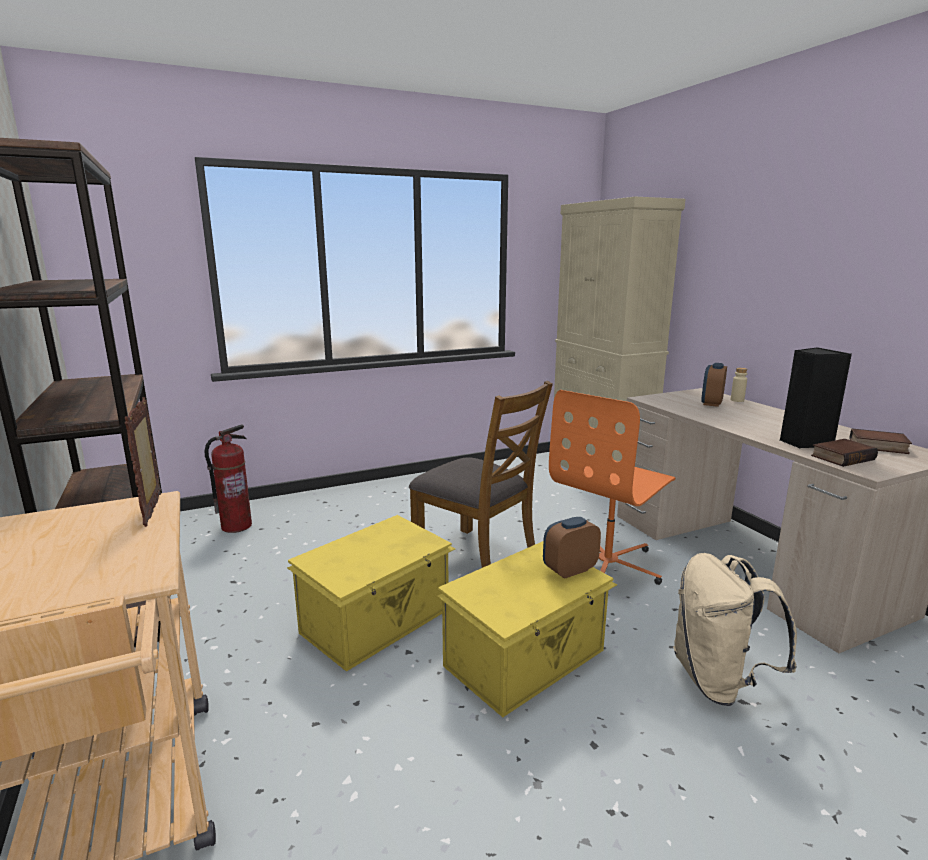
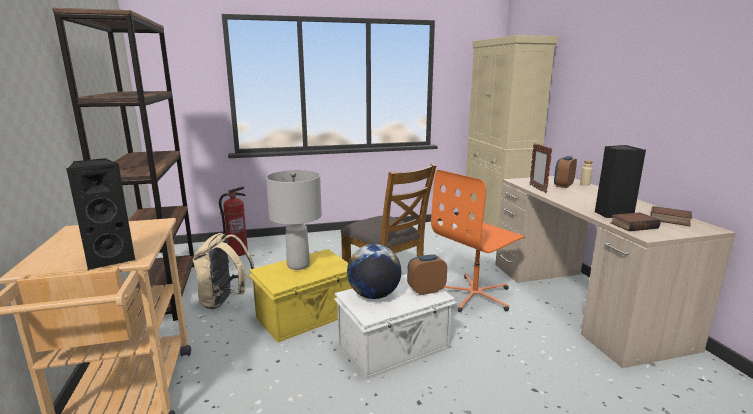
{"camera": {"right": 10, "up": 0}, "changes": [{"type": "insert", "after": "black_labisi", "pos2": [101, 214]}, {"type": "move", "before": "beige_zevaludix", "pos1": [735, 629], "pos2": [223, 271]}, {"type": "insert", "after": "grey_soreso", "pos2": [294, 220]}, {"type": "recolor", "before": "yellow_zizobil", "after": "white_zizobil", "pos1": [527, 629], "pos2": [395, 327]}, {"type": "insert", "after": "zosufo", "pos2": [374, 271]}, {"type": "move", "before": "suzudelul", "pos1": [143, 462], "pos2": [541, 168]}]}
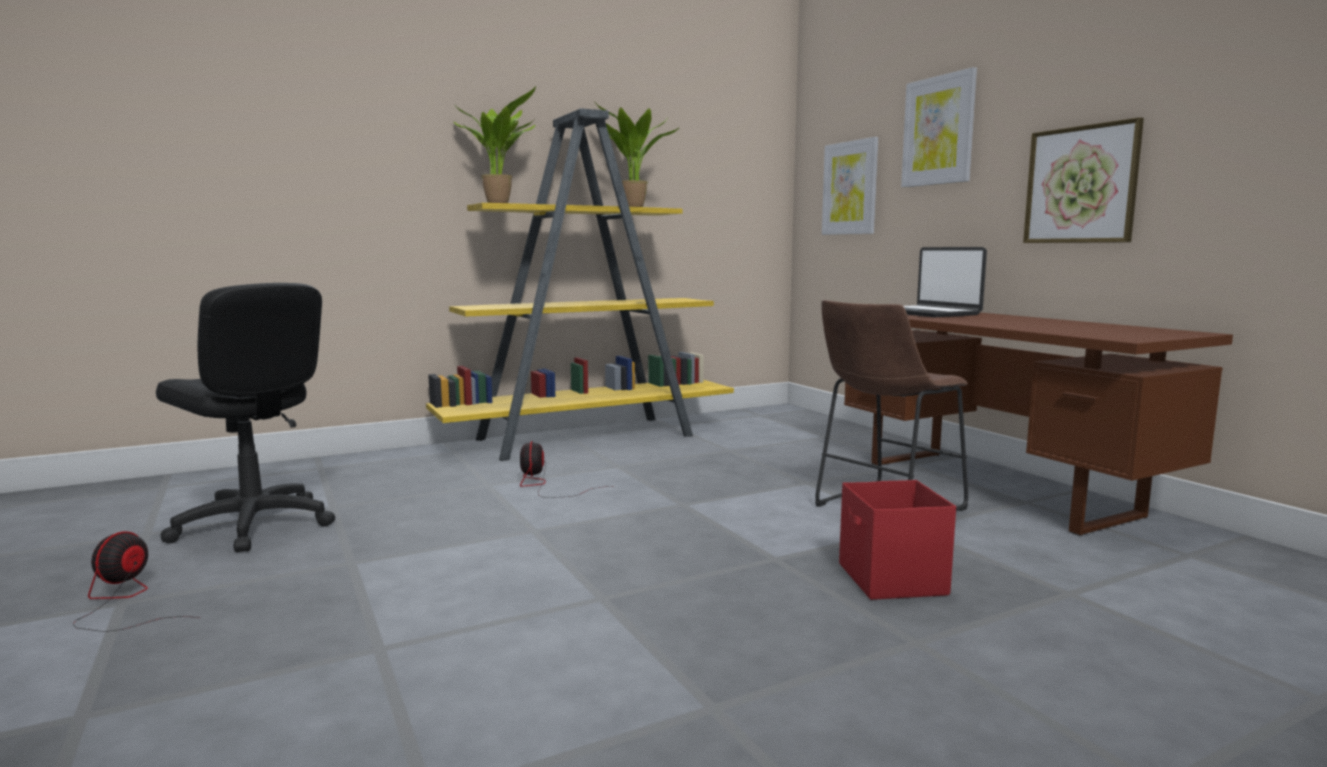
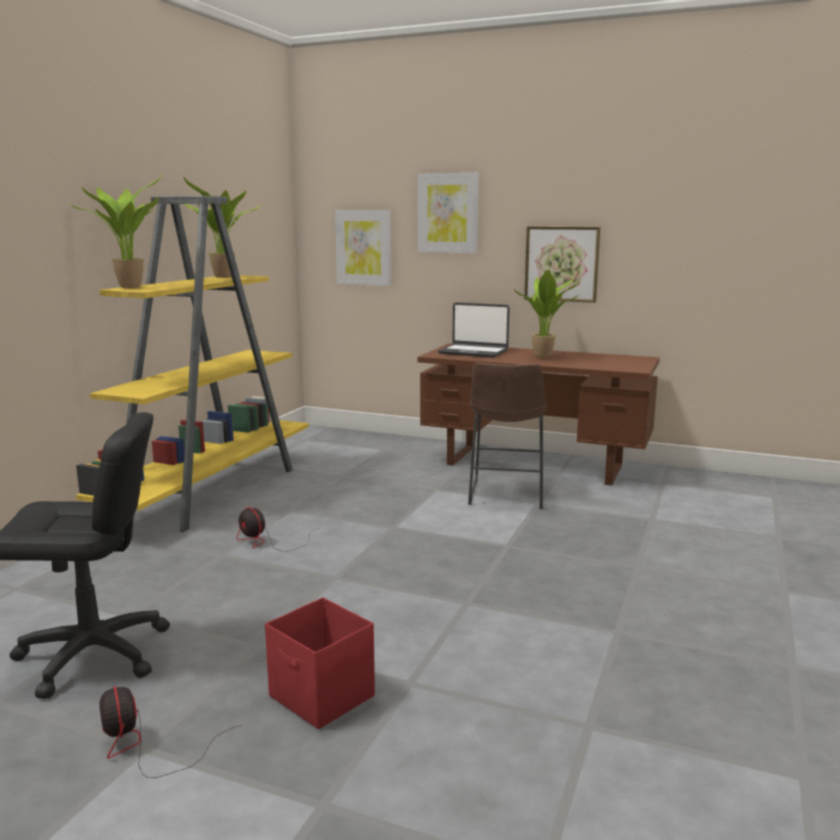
{"camera": {"right": -40, "up": 5}, "changes": [{"type": "move", "before": "red_zizobil", "pos1": [897, 540], "pos2": [320, 663]}, {"type": "insert", "after": "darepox", "pos2": [547, 314]}]}
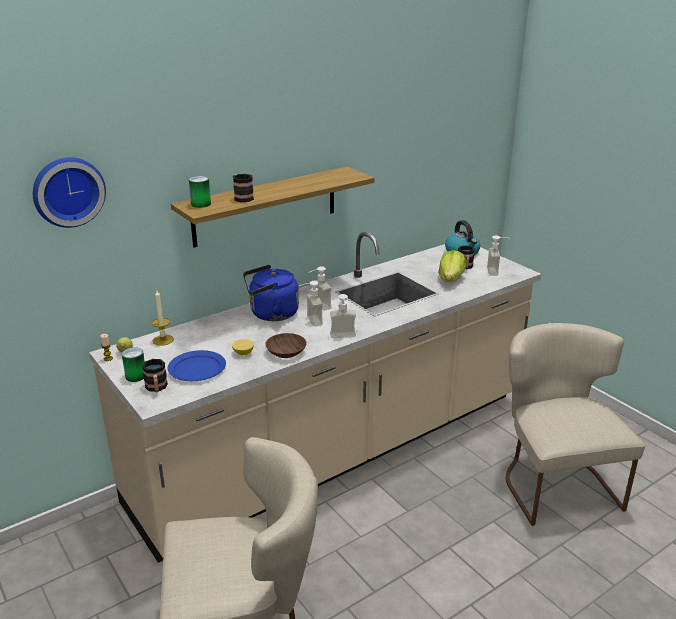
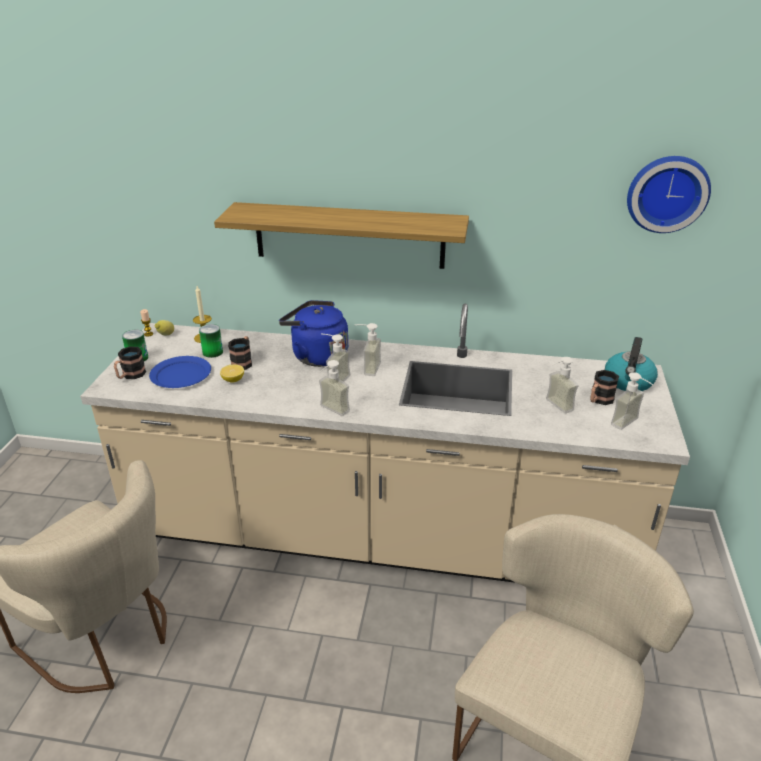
{"camera": {"right": 45, "up": 5}, "changes": [{"type": "move", "before": "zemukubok", "pos1": [200, 192], "pos2": [211, 341]}, {"type": "move", "before": "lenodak", "pos1": [243, 188], "pos2": [240, 353]}, {"type": "replace", "before": "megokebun", "after": "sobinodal", "pos1": [452, 266], "pos2": [562, 385]}, {"type": "move", "before": "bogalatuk", "pos1": [69, 192], "pos2": [669, 194]}, {"type": "delete", "before": "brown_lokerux", "pos1": [285, 345]}]}
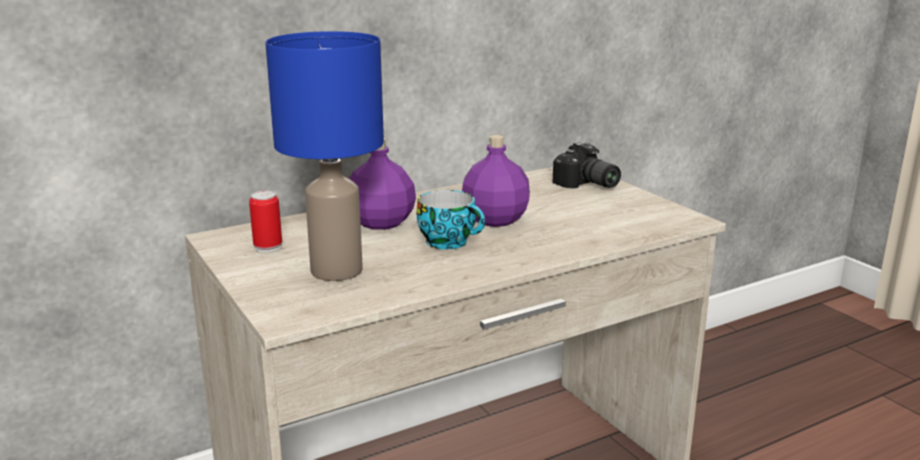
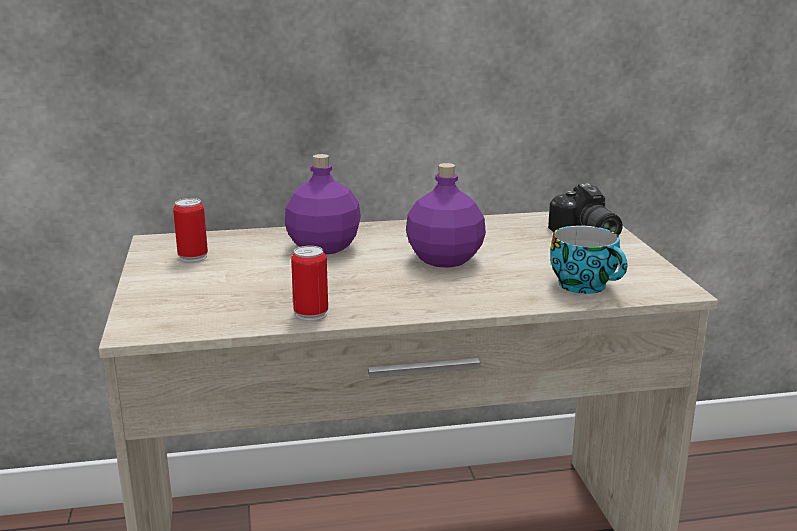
{"camera": {"right": 20, "up": 0}, "changes": [{"type": "insert", "after": "zemukubok", "pos2": [309, 283]}, {"type": "move", "before": "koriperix", "pos1": [450, 219], "pos2": [588, 260]}, {"type": "delete", "before": "blue_soreso", "pos1": [324, 156]}]}
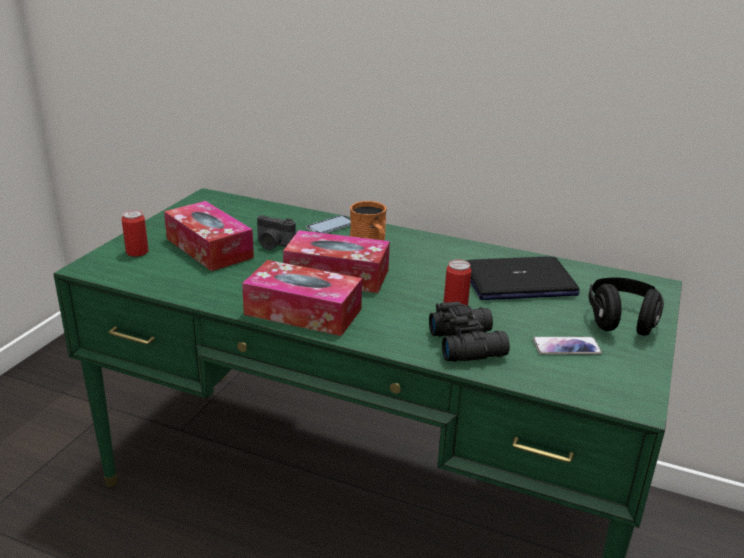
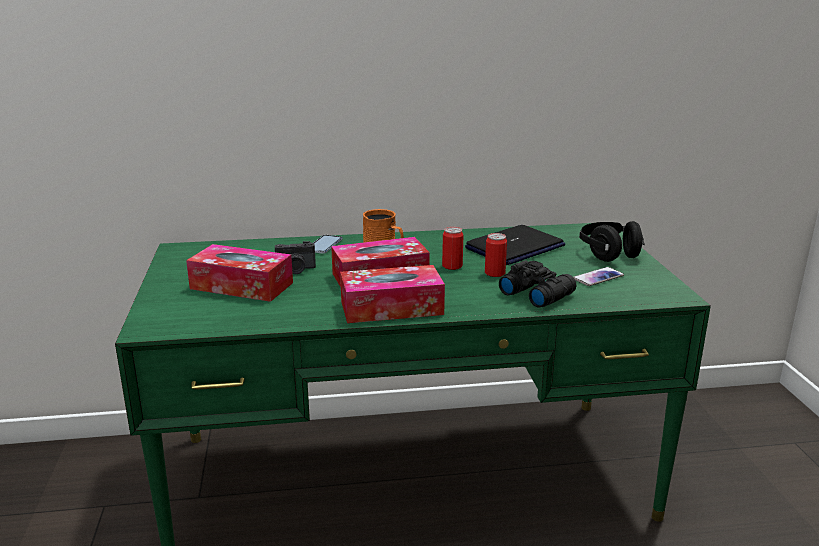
{"camera": {"right": -30, "up": -5}, "changes": [{"type": "move", "before": "zemukubok", "pos1": [135, 233], "pos2": [453, 248]}]}
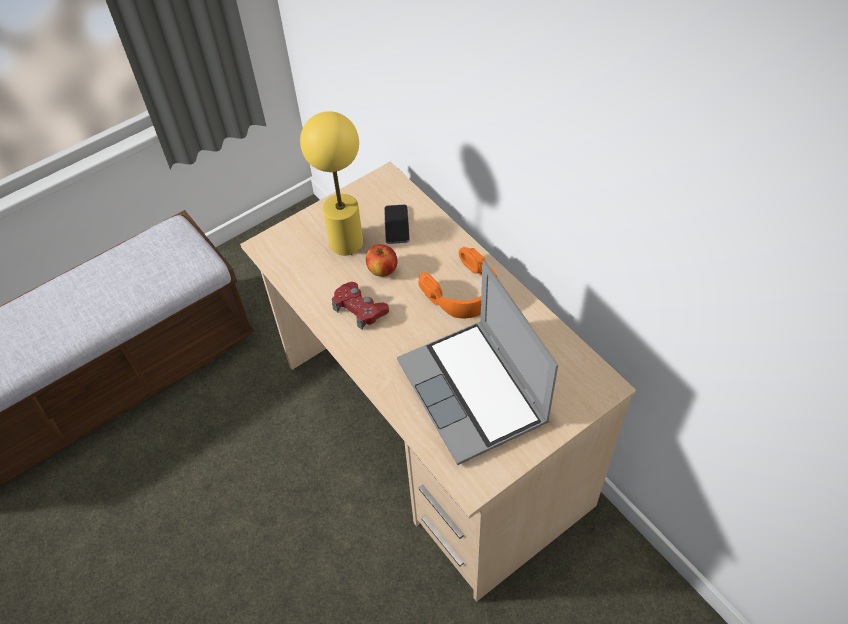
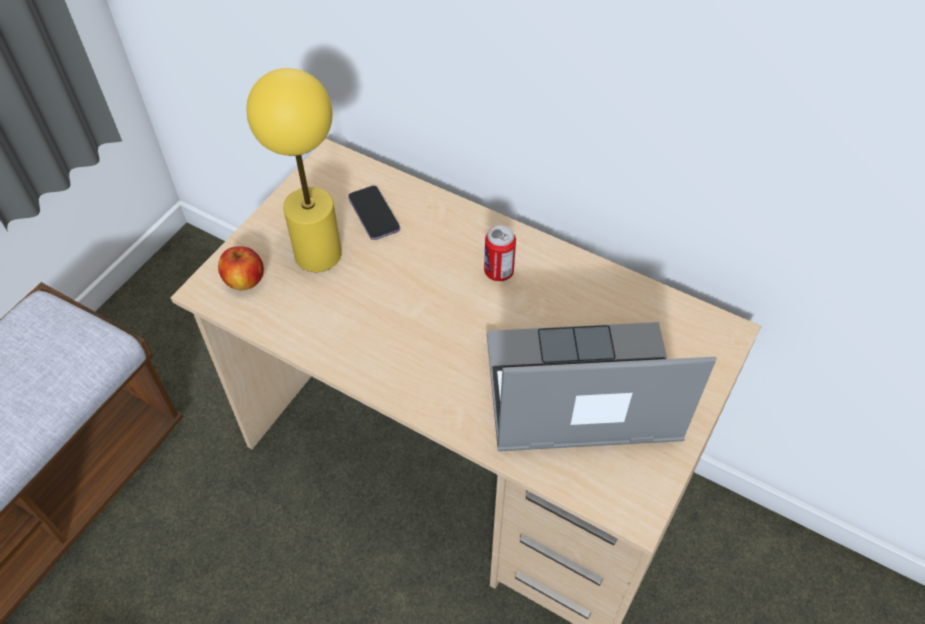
{"camera": {"right": -25, "up": 0}, "changes": [{"type": "move", "before": "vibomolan", "pos1": [382, 260], "pos2": [241, 268]}, {"type": "replace", "before": "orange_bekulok", "after": "zemukubok", "pos1": [457, 282], "pos2": [500, 253]}, {"type": "rotate", "before": "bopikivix", "pos1": [477, 363], "pos2": [602, 386], "turn": 135}, {"type": "delete", "before": "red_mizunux", "pos1": [360, 306]}]}
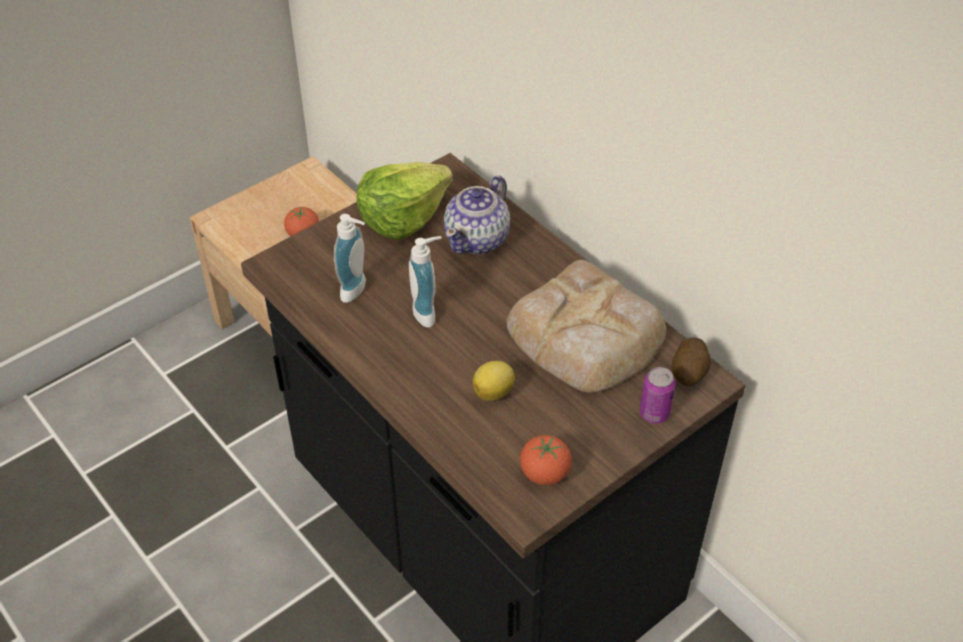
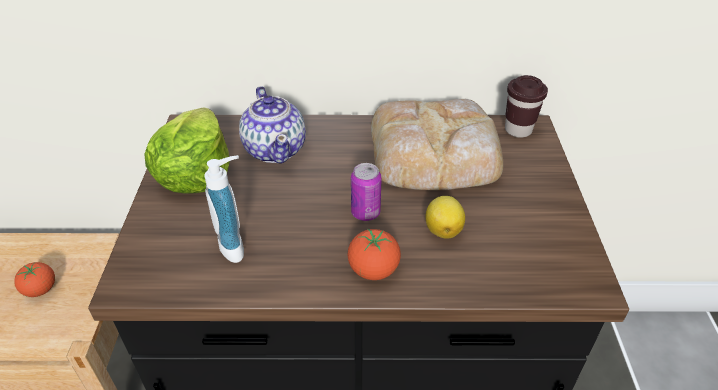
{"camera": {"right": -50, "up": -5}, "changes": [{"type": "move", "before": "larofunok", "pos1": [546, 460], "pos2": [374, 254]}, {"type": "move", "before": "zemukubok", "pos1": [658, 395], "pos2": [366, 192]}, {"type": "replace", "before": "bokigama", "after": "brown_koriperix", "pos1": [691, 362], "pos2": [526, 106]}, {"type": "delete", "before": "sobinodal", "pos1": [425, 281]}]}
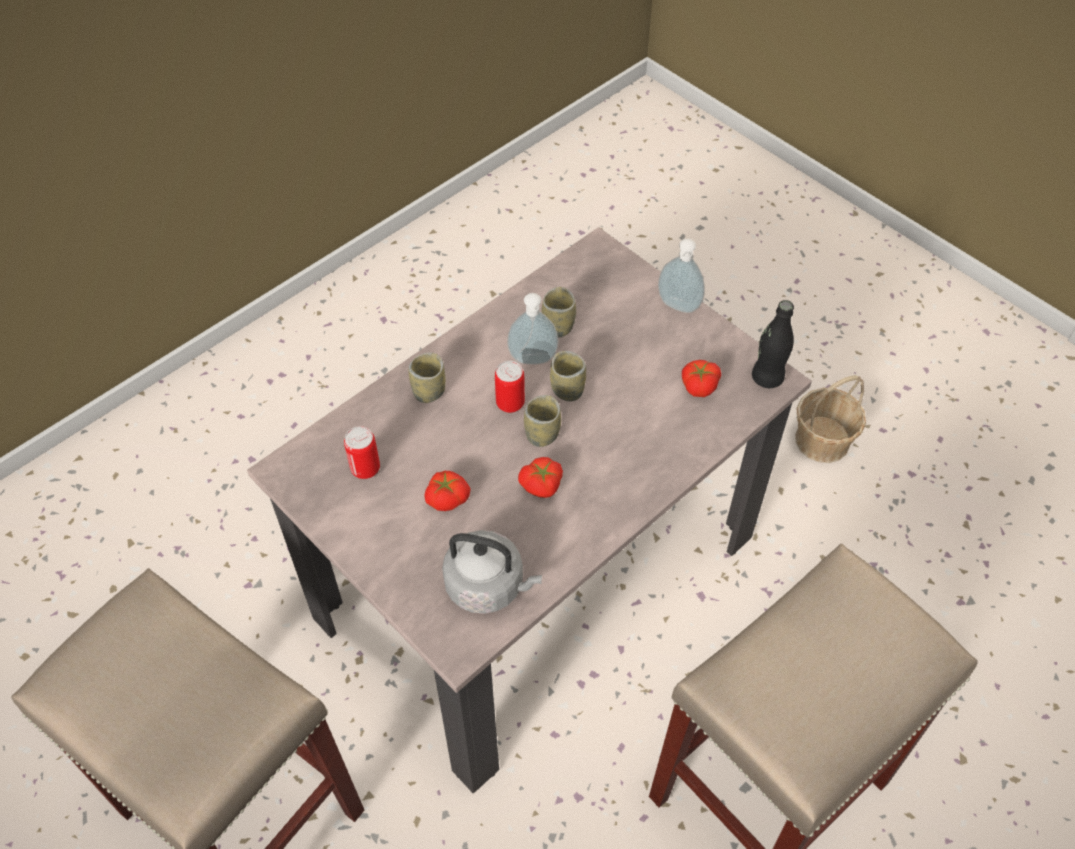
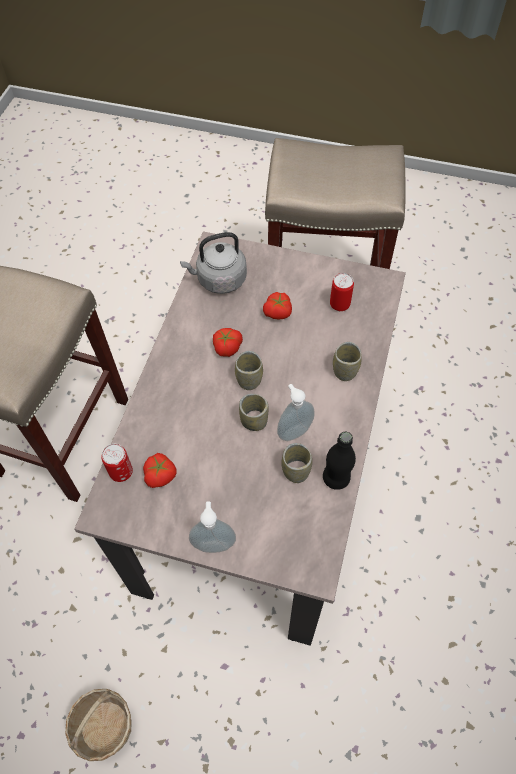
{"camera": {"right": 150, "up": 5}, "changes": [{"type": "move", "before": "zemukubok", "pos1": [510, 387], "pos2": [117, 463]}, {"type": "move", "before": "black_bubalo", "pos1": [773, 344], "pos2": [339, 461]}]}
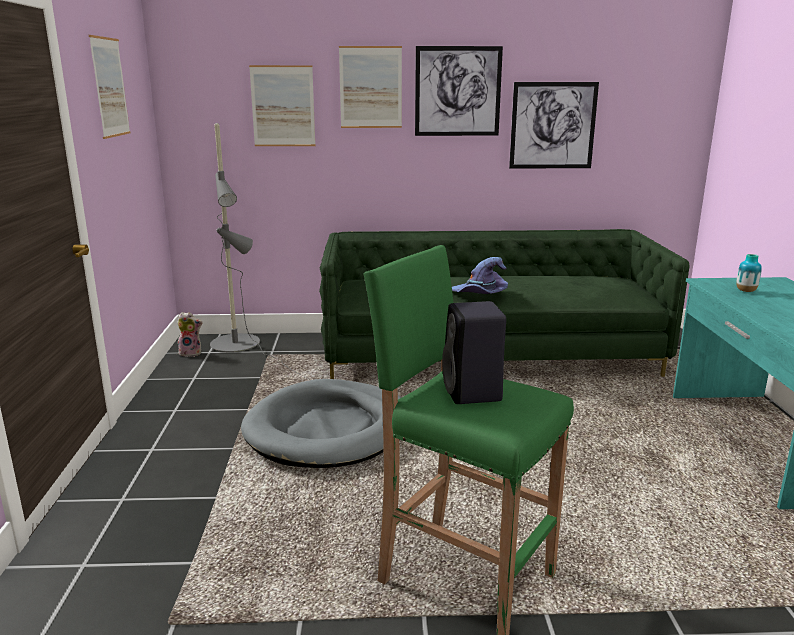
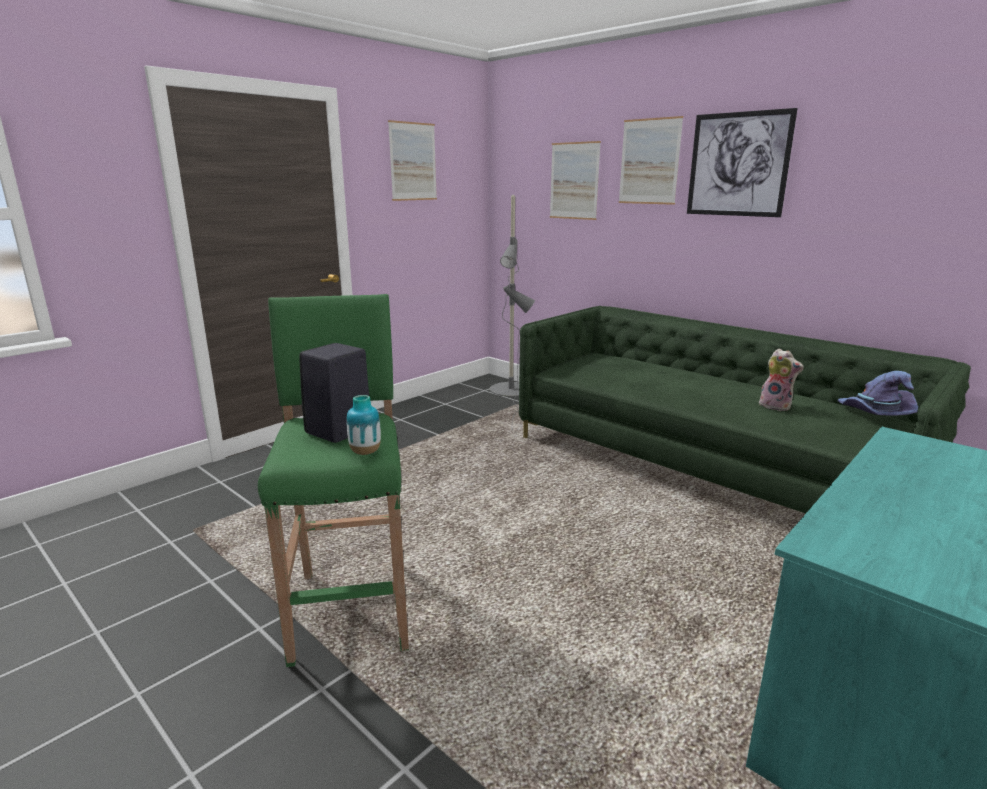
{"camera": {"right": 45, "up": 0}, "changes": [{"type": "move", "before": "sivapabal", "pos1": [749, 273], "pos2": [364, 425]}, {"type": "move", "before": "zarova", "pos1": [189, 334], "pos2": [779, 380]}, {"type": "move", "before": "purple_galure", "pos1": [480, 275], "pos2": [878, 393]}, {"type": "delete", "before": "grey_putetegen", "pos1": [321, 423]}, {"type": "delete", "before": "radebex", "pos1": [554, 125]}]}
